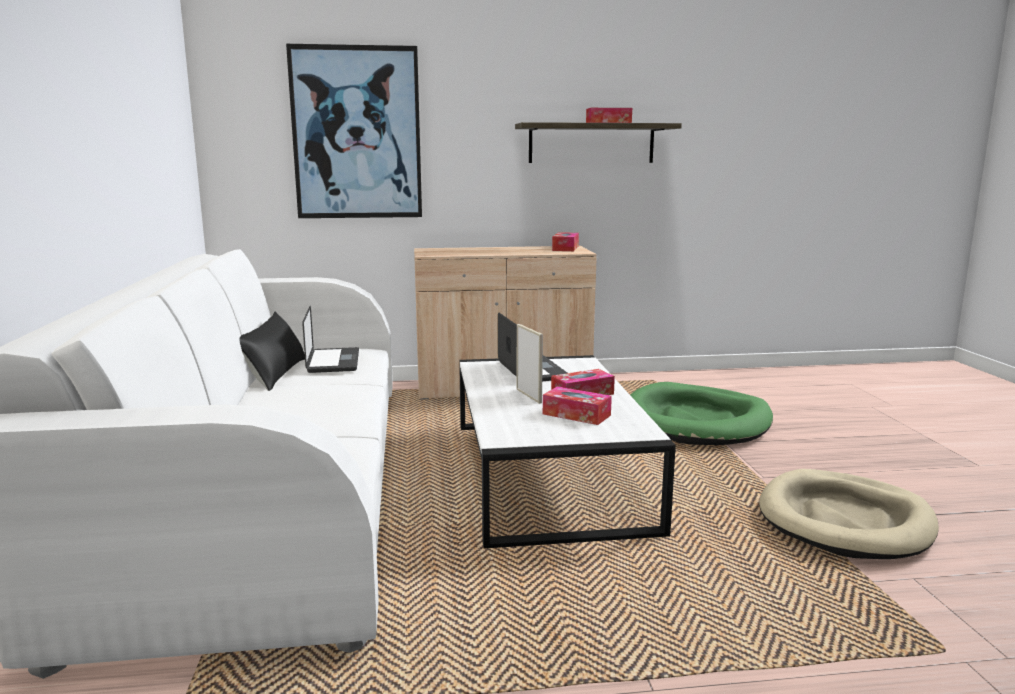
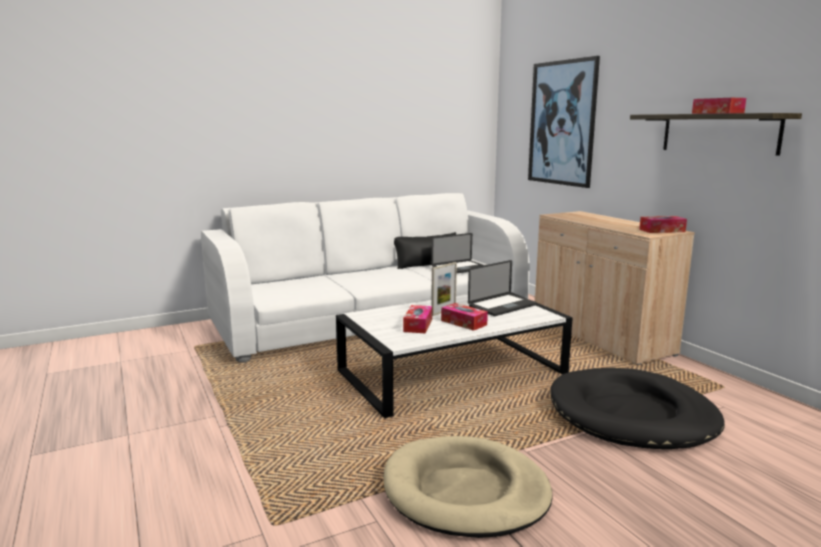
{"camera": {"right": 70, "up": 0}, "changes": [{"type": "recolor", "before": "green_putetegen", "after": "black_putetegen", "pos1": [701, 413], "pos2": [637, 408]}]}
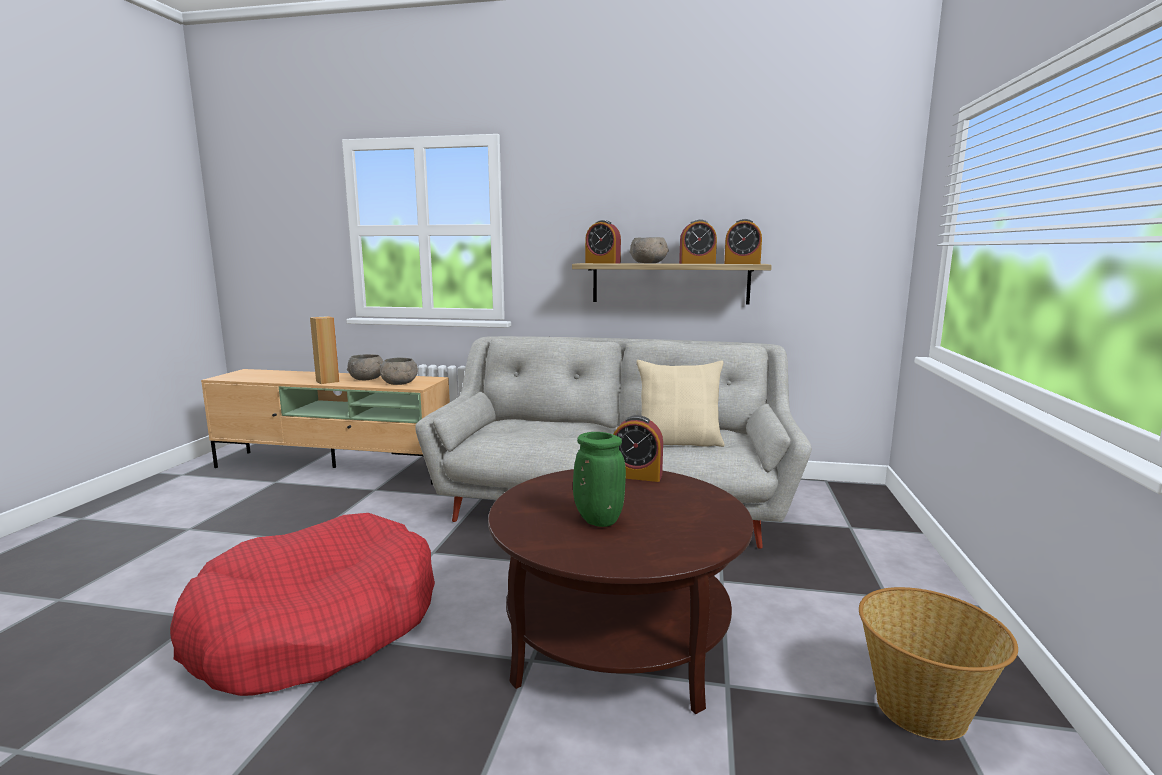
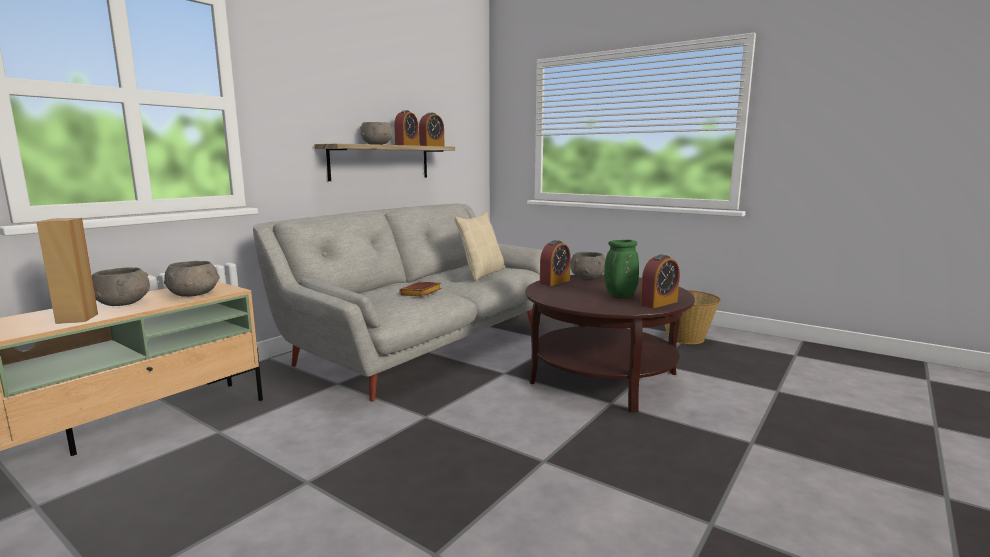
{"camera": {"right": -65, "up": 0}, "changes": [{"type": "insert", "after": "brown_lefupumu", "pos2": [420, 289]}, {"type": "insert", "after": "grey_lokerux", "pos2": [588, 265]}, {"type": "move", "before": "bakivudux", "pos1": [603, 242], "pos2": [660, 281]}, {"type": "delete", "before": "red_putetegen", "pos1": [302, 604]}]}
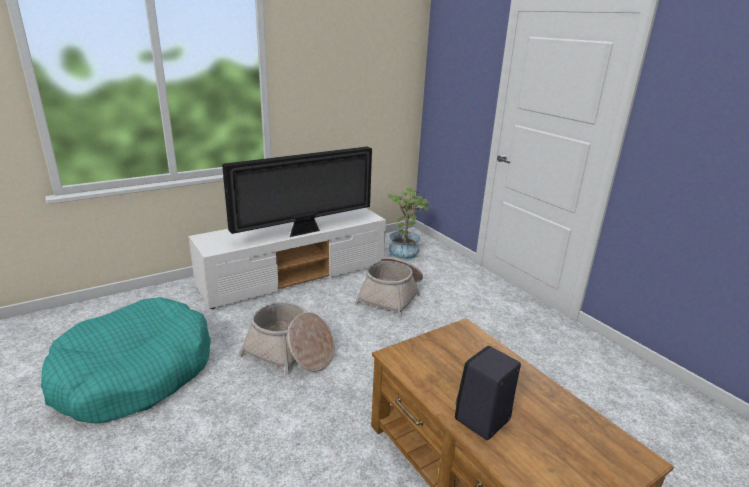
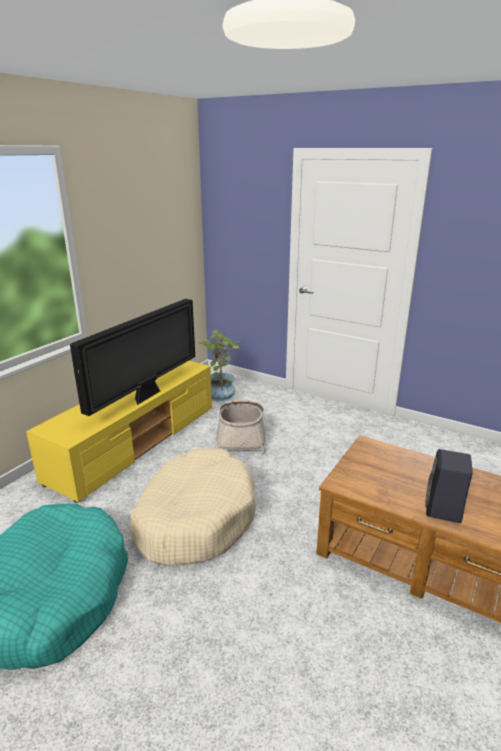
{"camera": {"right": -25, "up": 0}, "changes": [{"type": "recolor", "before": "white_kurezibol", "after": "yellow_kurezibol", "pos1": [287, 258], "pos2": [119, 432]}, {"type": "replace", "before": "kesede", "after": "beige_putetegen", "pos1": [287, 338], "pos2": [192, 507]}]}
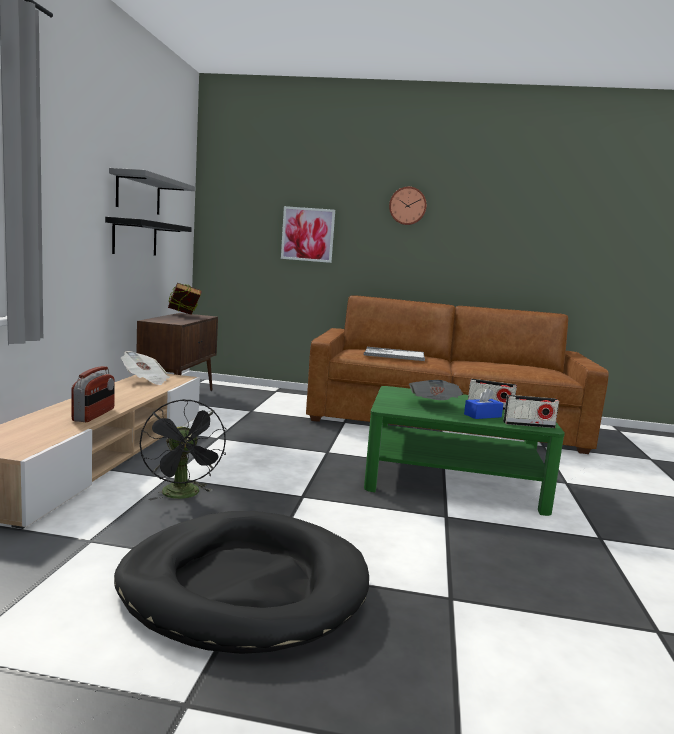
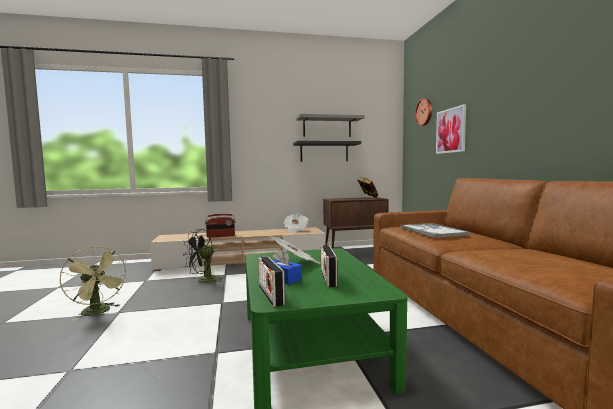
{"camera": {"right": 70, "up": -5}, "changes": [{"type": "replace", "before": "black_putetegen", "after": "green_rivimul", "pos1": [241, 582], "pos2": [94, 283]}, {"type": "move", "before": "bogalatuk", "pos1": [408, 206], "pos2": [423, 112]}]}
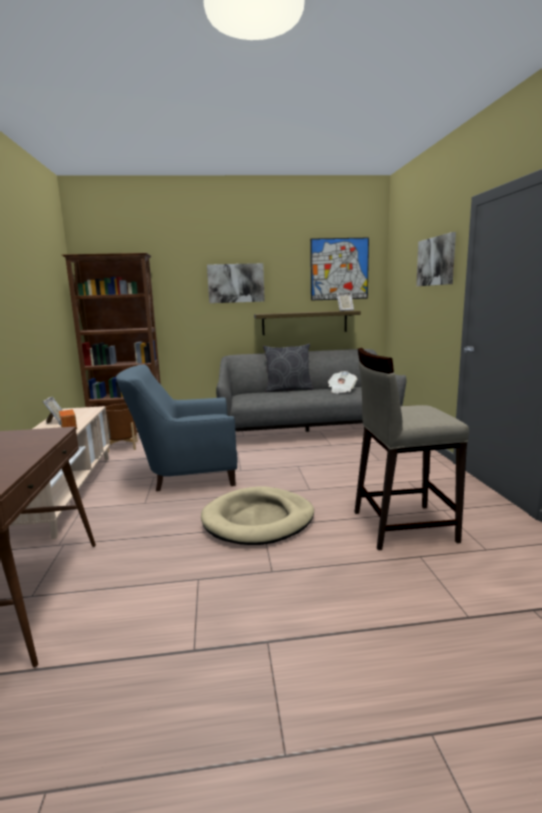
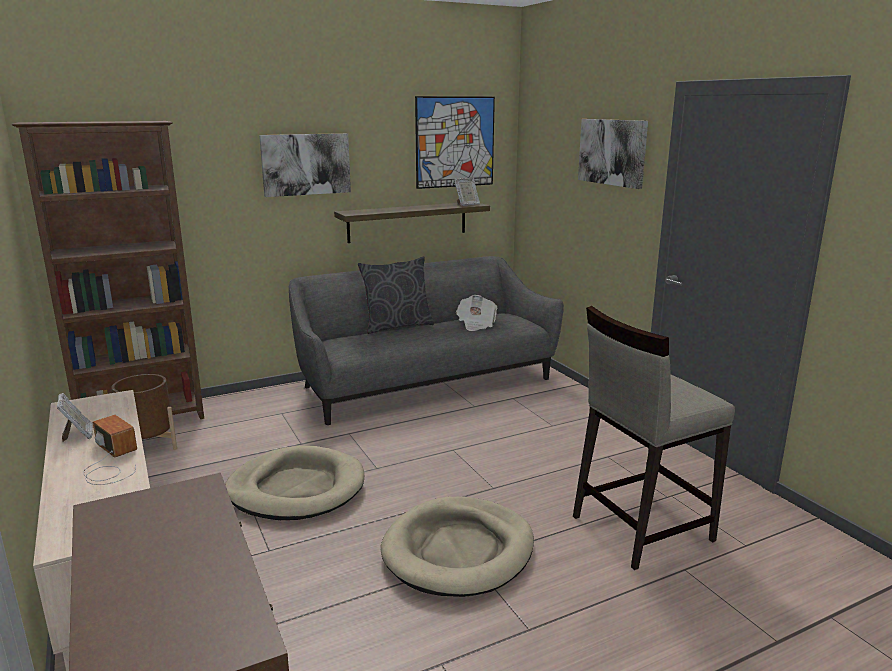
{"camera": {"right": -20, "up": 5}, "changes": [{"type": "replace", "before": "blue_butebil", "after": "beige_putetegen", "pos1": [177, 427], "pos2": [294, 483]}]}
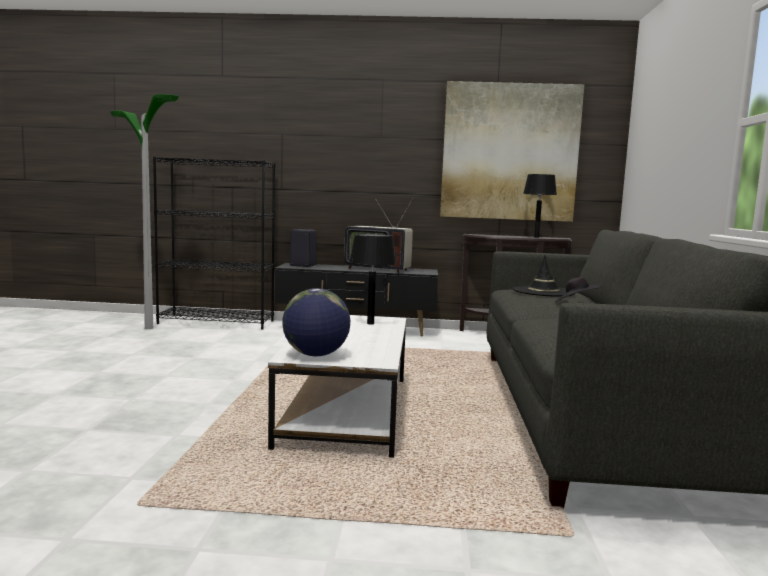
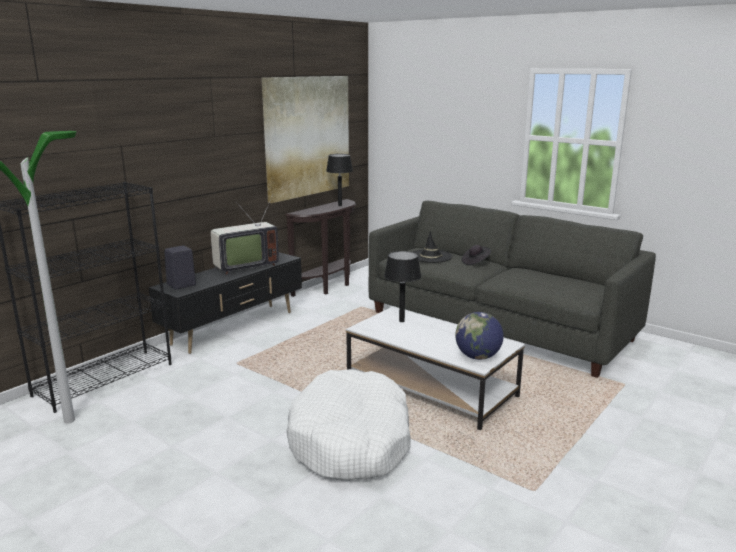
{"camera": {"right": -55, "up": 10}, "changes": [{"type": "insert", "after": "white_putetegen", "pos2": [348, 425]}]}
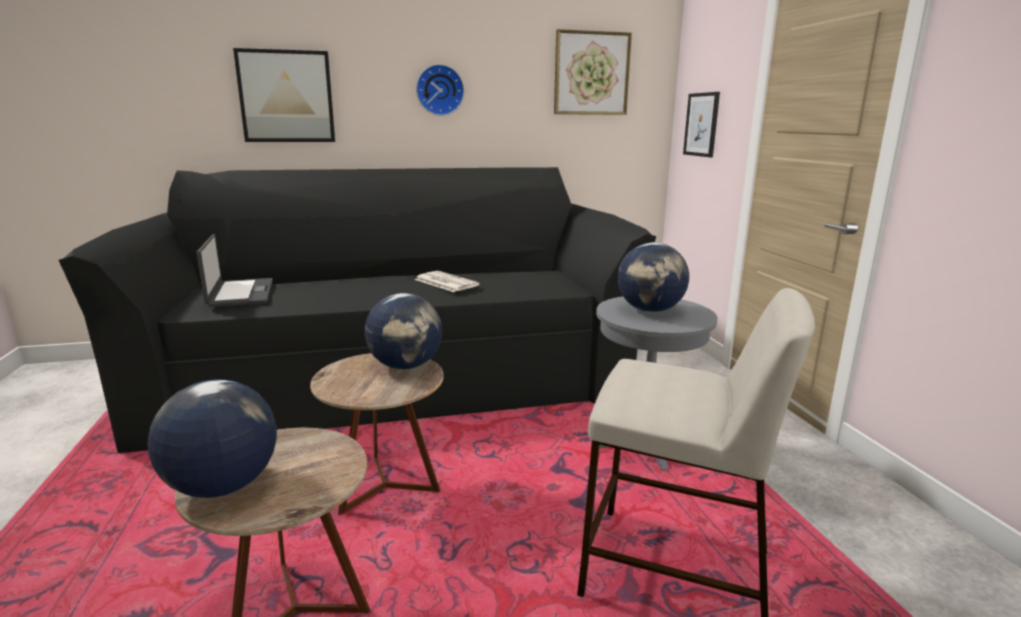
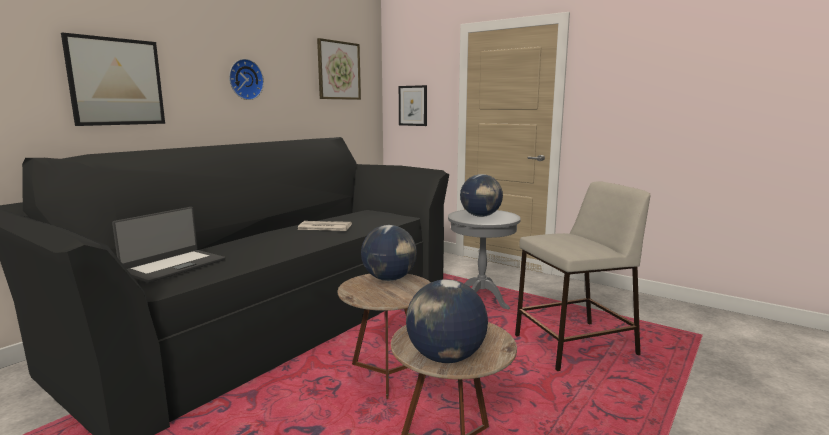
{"camera": {"right": -40, "up": -5}, "changes": [{"type": "rotate", "before": "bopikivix", "pos1": [234, 270], "pos2": [168, 245], "turn": 90}]}
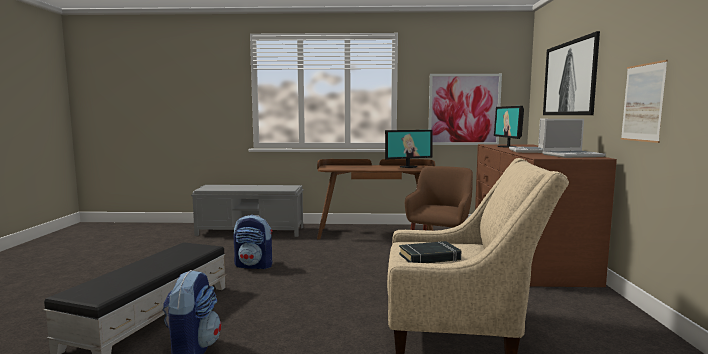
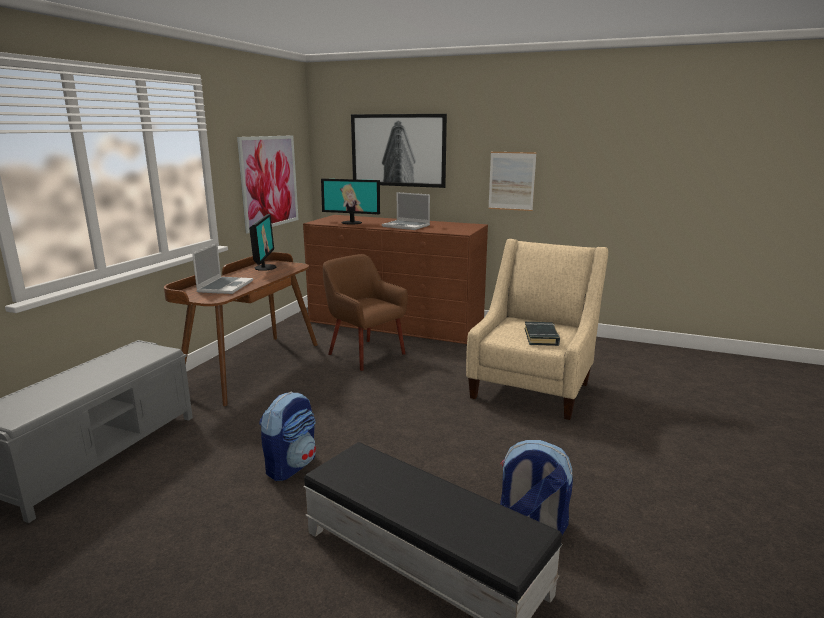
{"camera": {"right": -70, "up": 10}, "changes": [{"type": "move", "before": "bopikivix", "pos1": [574, 138], "pos2": [222, 268]}]}
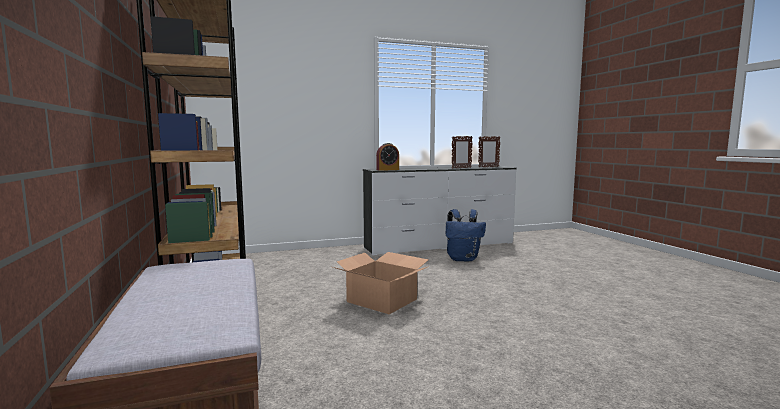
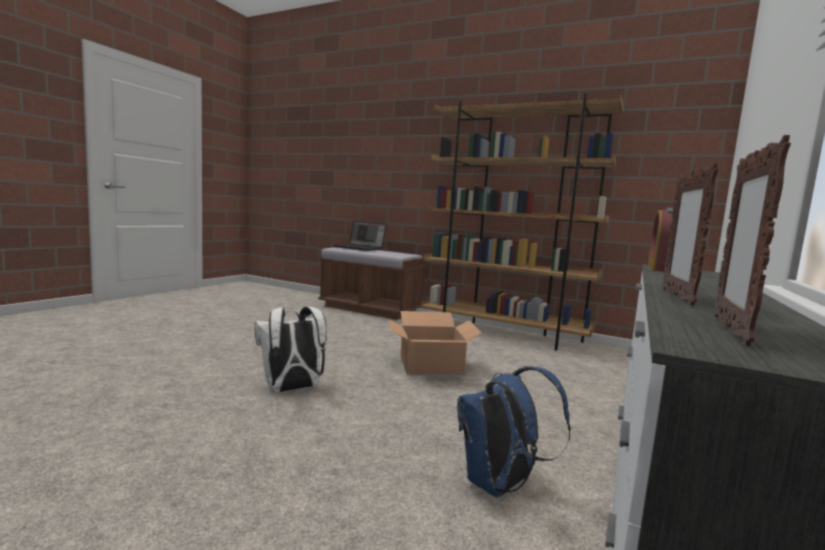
{"camera": {"right": 135, "up": 0}, "changes": [{"type": "insert", "after": "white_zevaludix", "pos2": [290, 349]}, {"type": "insert", "after": "bopikivix", "pos2": [360, 236]}]}
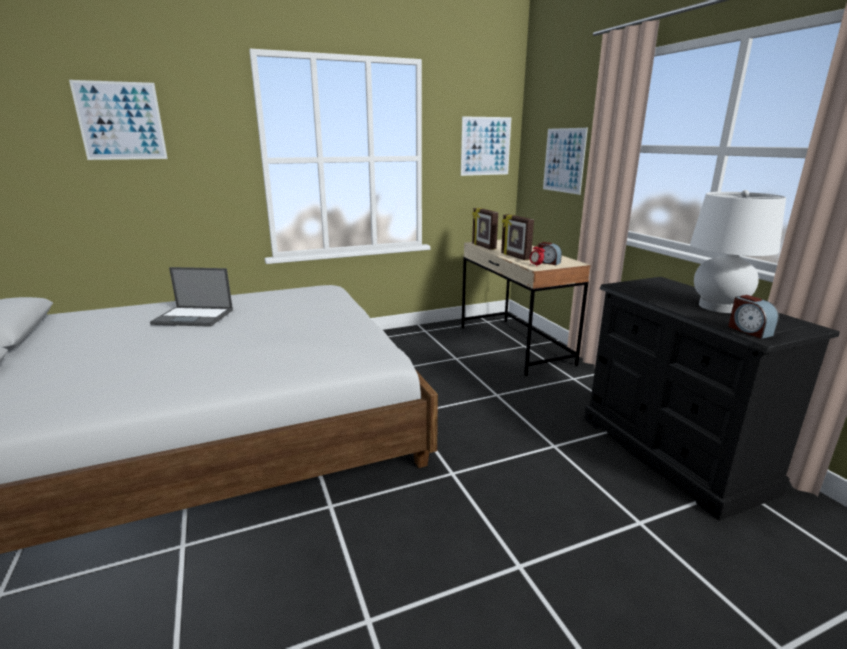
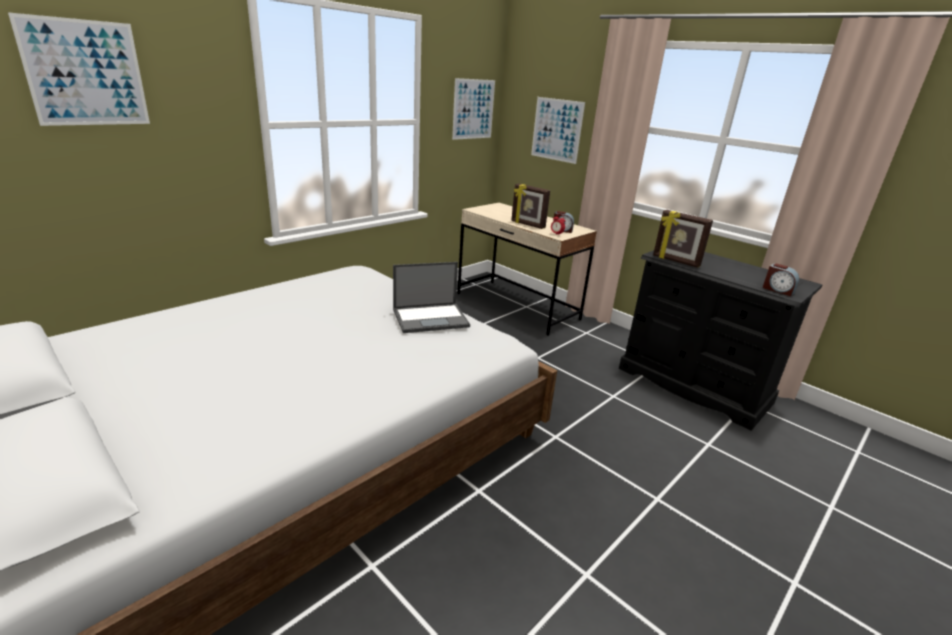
{"camera": {"right": -25, "up": 5}, "changes": [{"type": "move", "before": "bopikivix", "pos1": [191, 297], "pos2": [431, 297]}, {"type": "move", "before": "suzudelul", "pos1": [485, 229], "pos2": [683, 239]}, {"type": "delete", "before": "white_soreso", "pos1": [738, 251]}]}
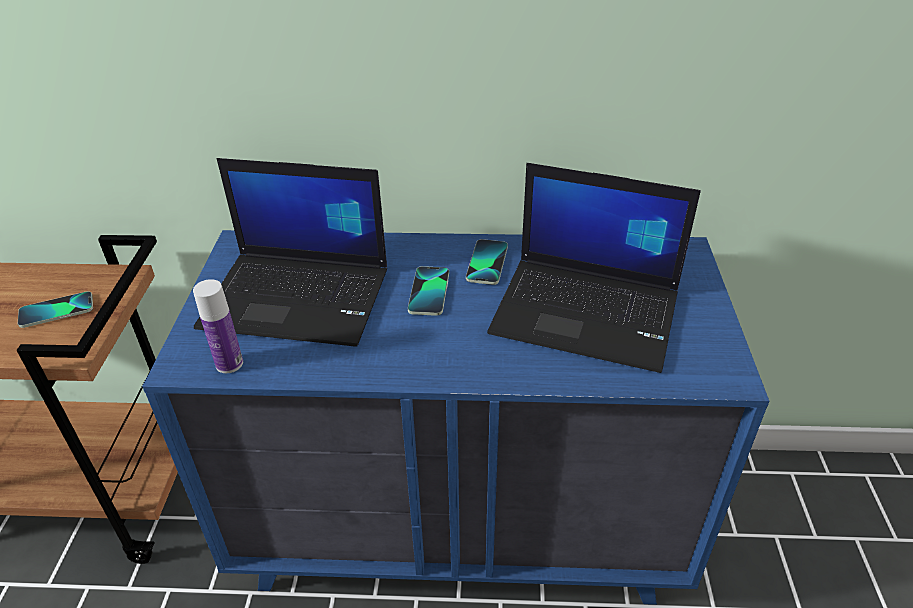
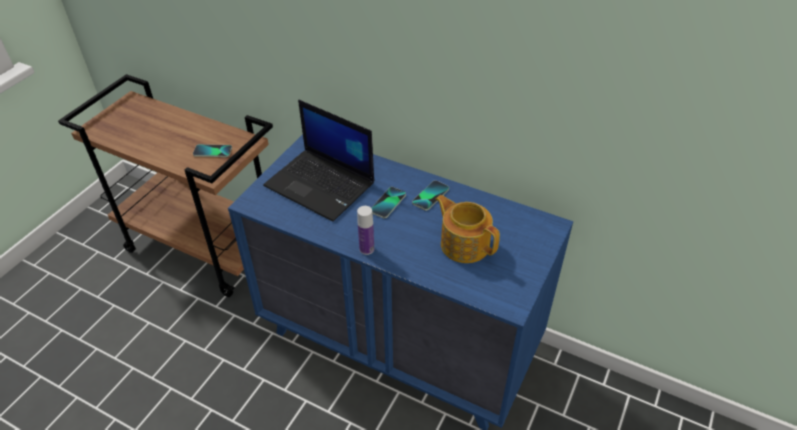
{"camera": {"right": 25, "up": 5}, "changes": [{"type": "move", "before": "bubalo", "pos1": [218, 326], "pos2": [365, 230]}, {"type": "replace", "before": "bopikivix", "after": "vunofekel", "pos1": [594, 268], "pos2": [468, 229]}]}
